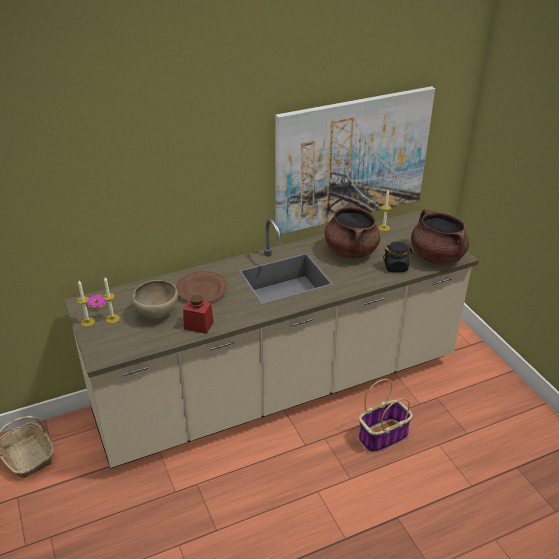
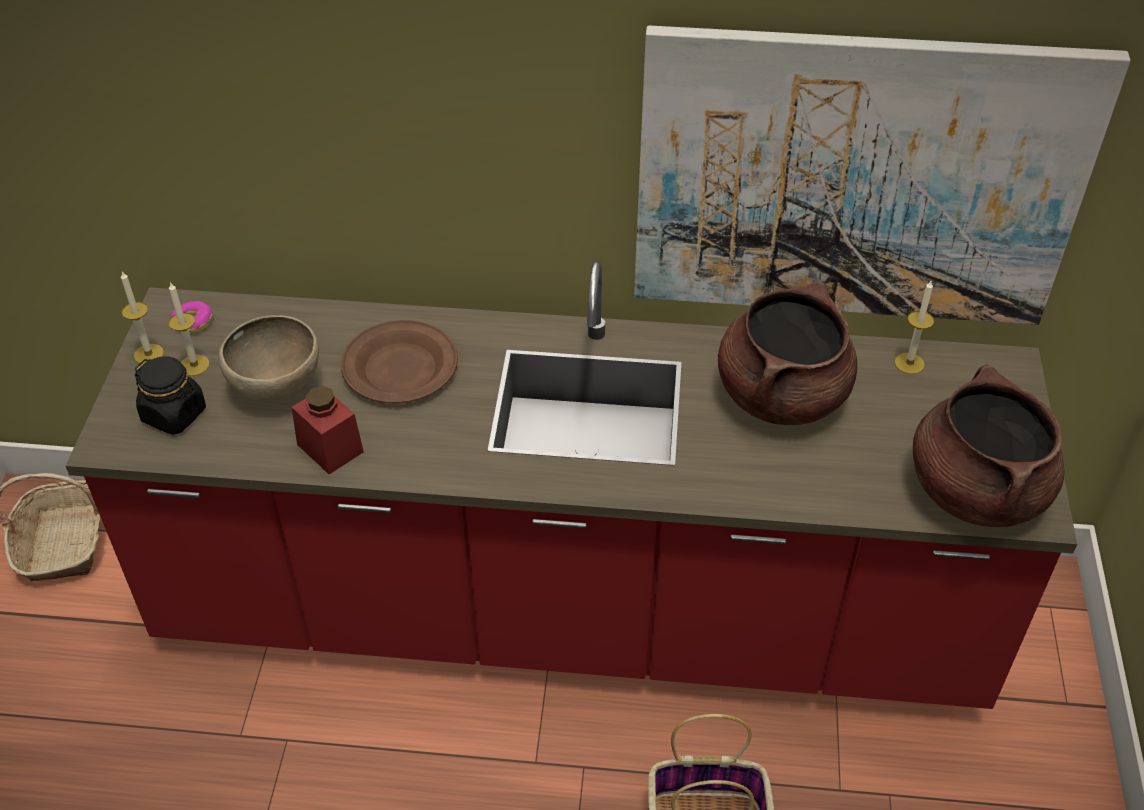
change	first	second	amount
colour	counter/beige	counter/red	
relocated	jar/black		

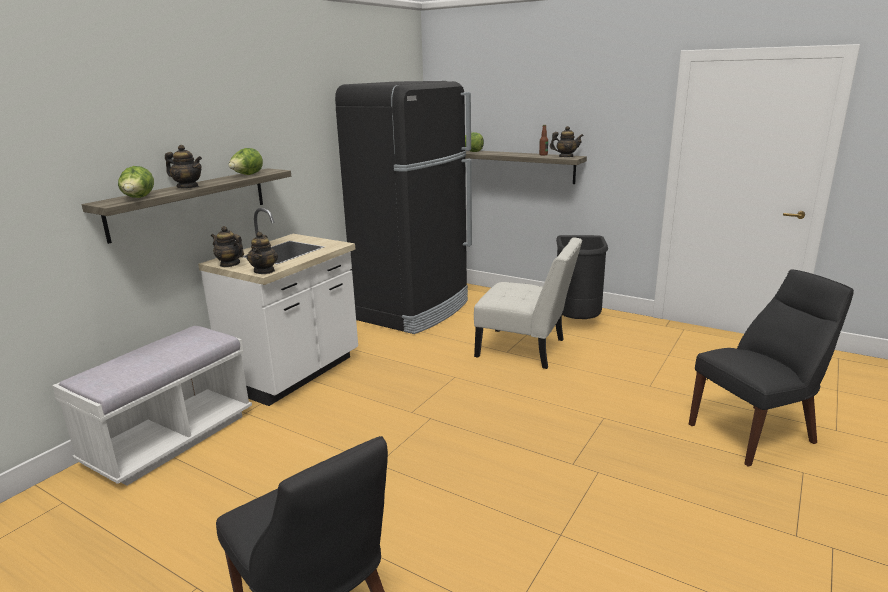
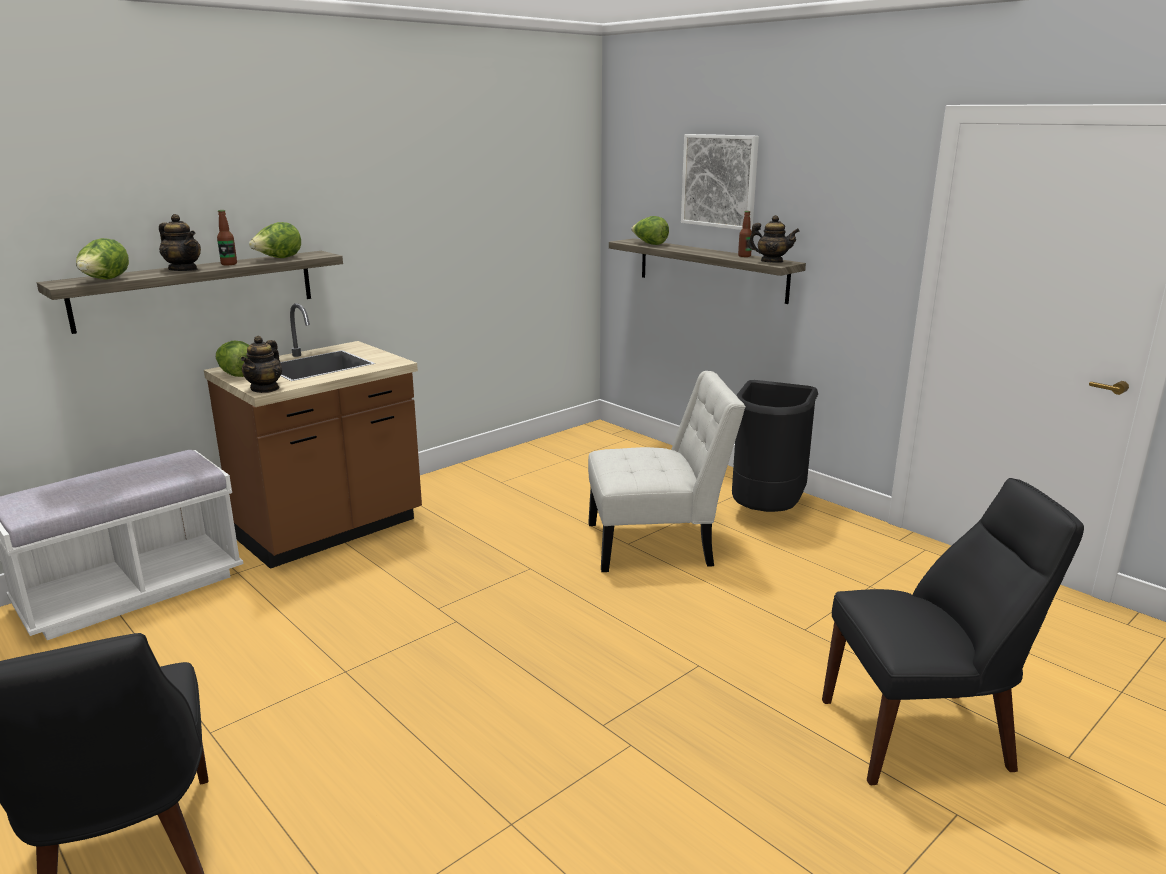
change	first	second	amount
colour	counter/white	counter/brown	
exchanged	teapot (no. 2 from left)	lettuce (no. 2 from left)	
missing	fridge/black		
spun	chair/white		45 degrees counterclockwise
appeared		bottle (no. 1 from left)	
appeared		picture	

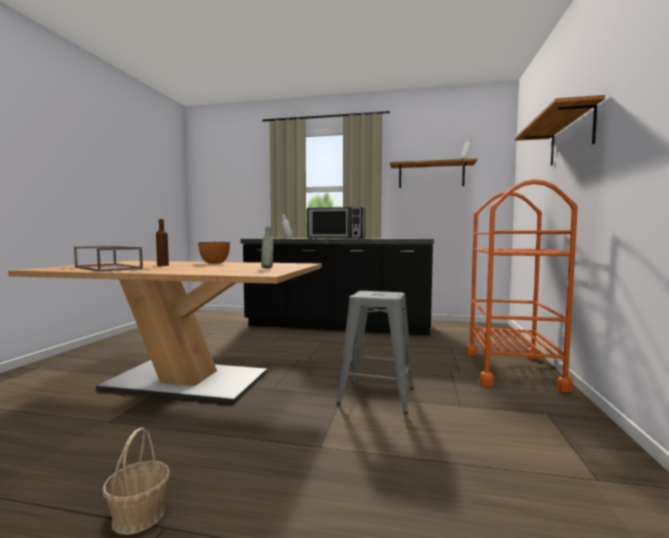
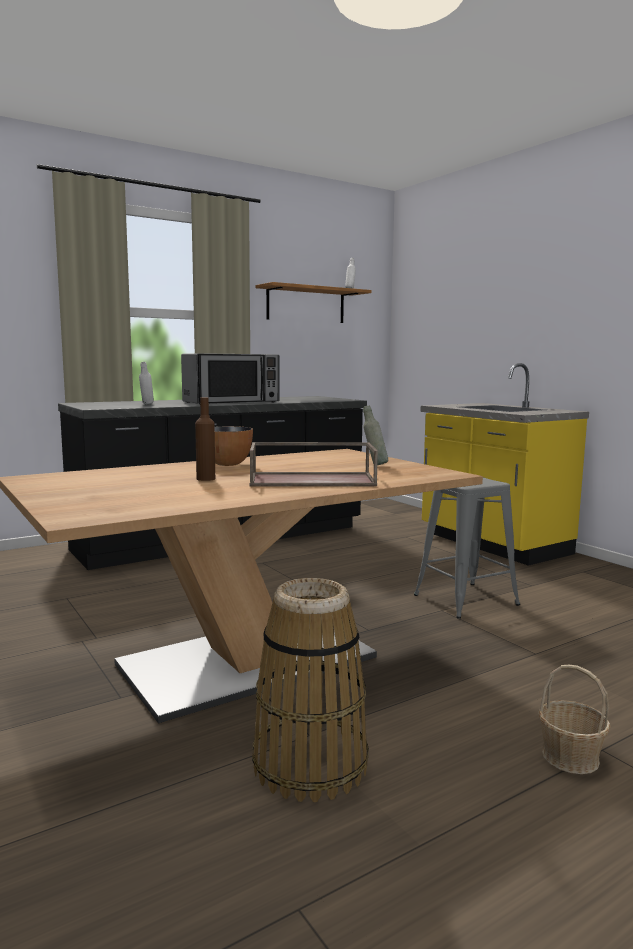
change	first	second	amount
relocated	tray/brown		
exchanged	cart/orange	counter/yellow	
missing	shelf (no. 2 from left)		
appeared		basket (no. 1 from left)	

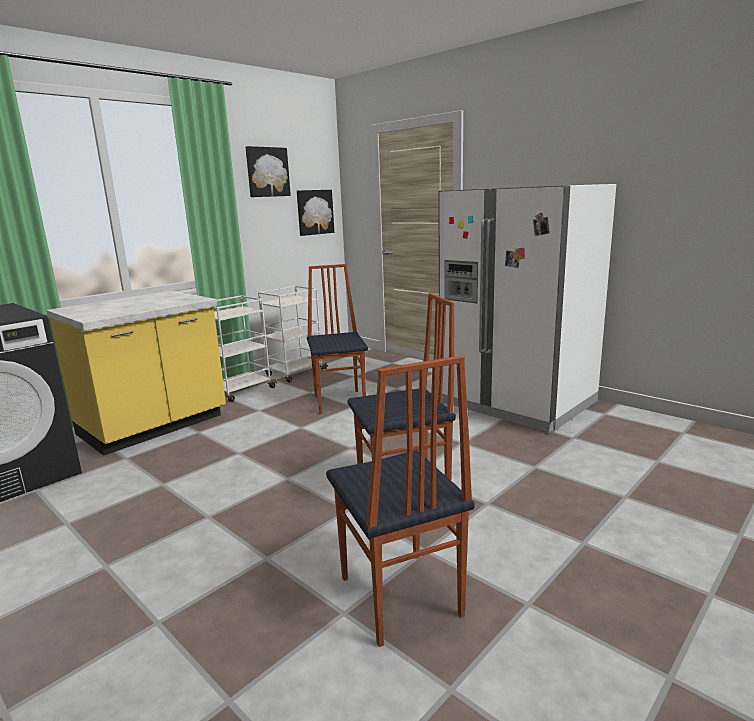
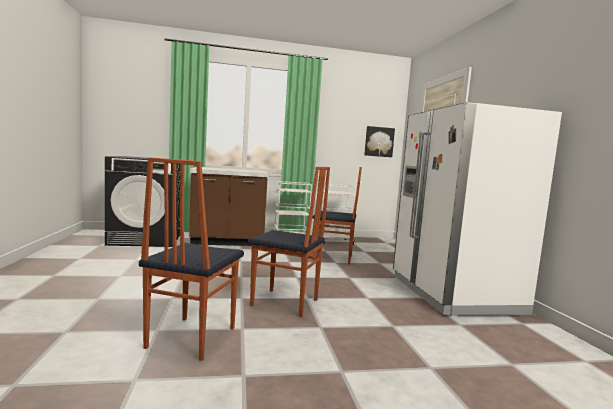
change	first	second	amount
colour	counter/yellow	counter/brown	
missing	picture (no. 1 from left)		
spun	chair (no. 1 from left in the first image)	chair (no. 3 from left)	75 degrees clockwise

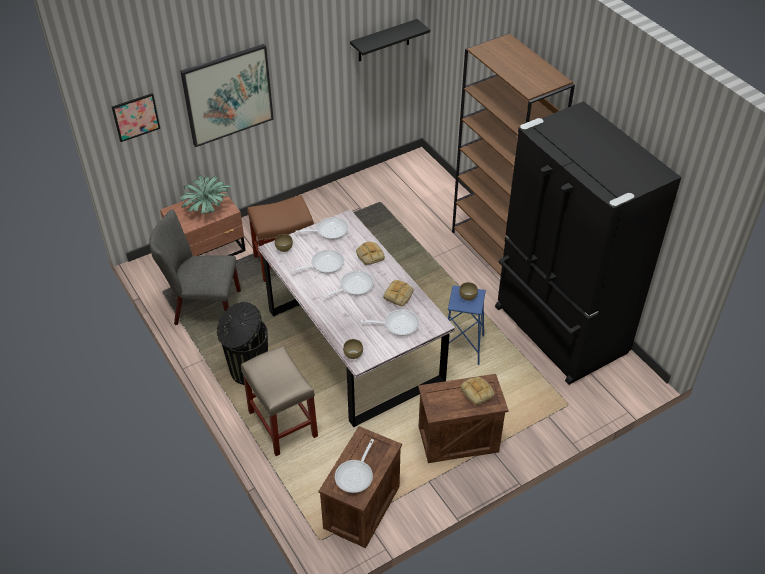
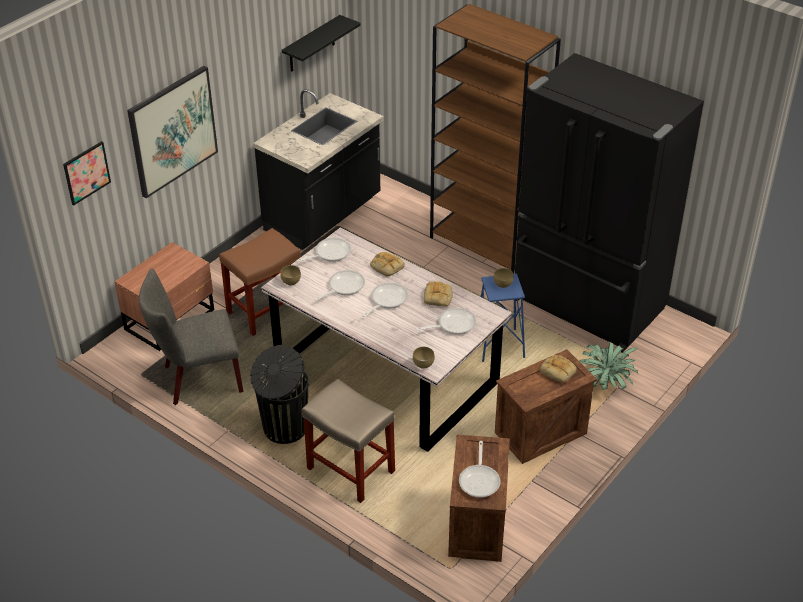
change	first	second	amount
relocated	potted plant		
appeared		counter/black	

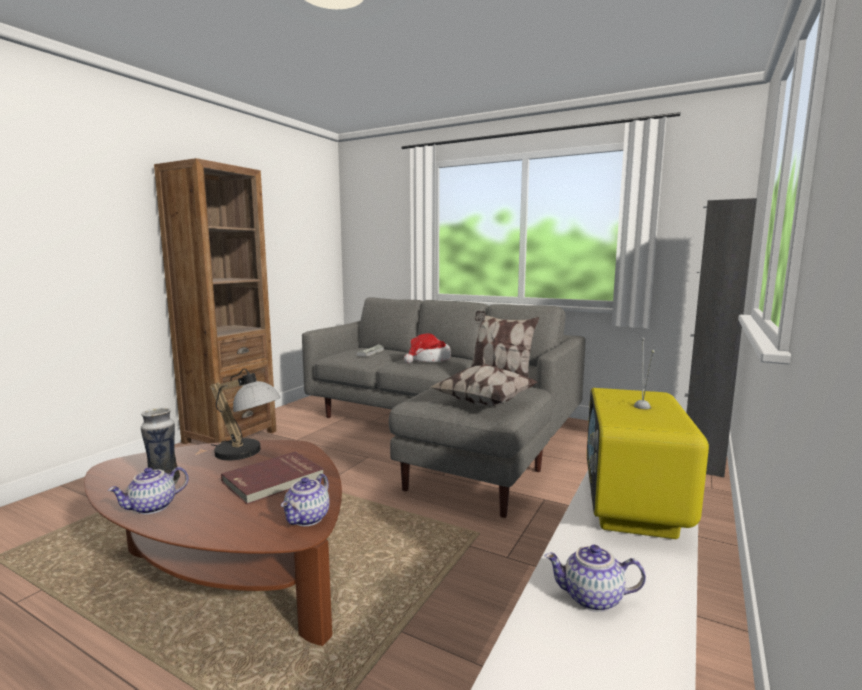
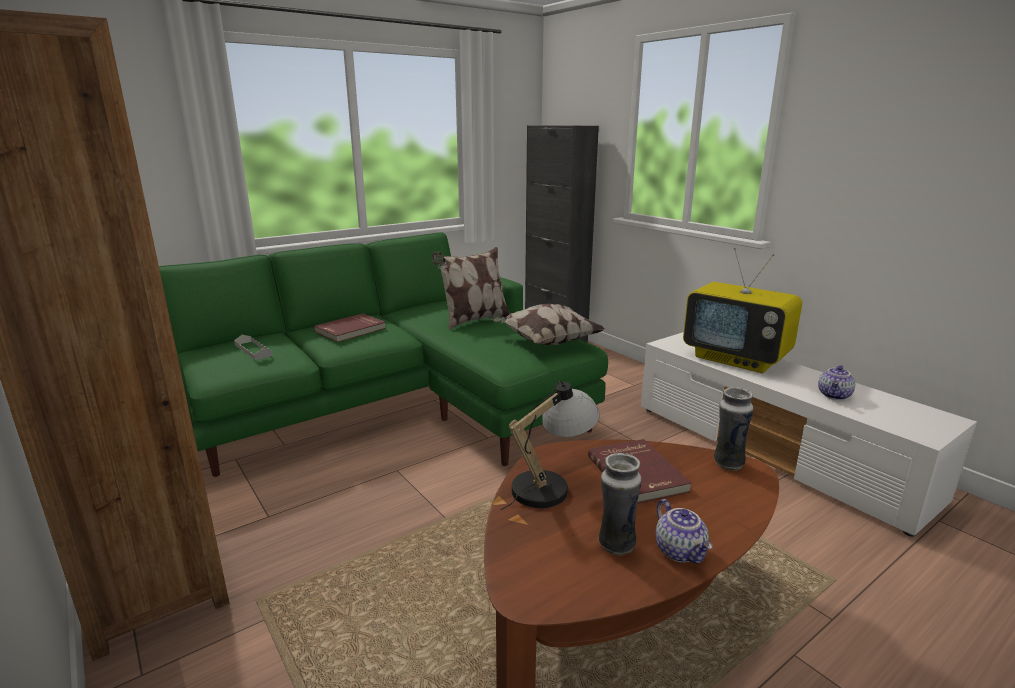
change	first	second	amount
exchanged	teapot (no. 2 from left)	vase (no. 2 from left)	
colour	sofa/grey	sofa/green	
exchanged	hat	book/red (no. 1 from left)	

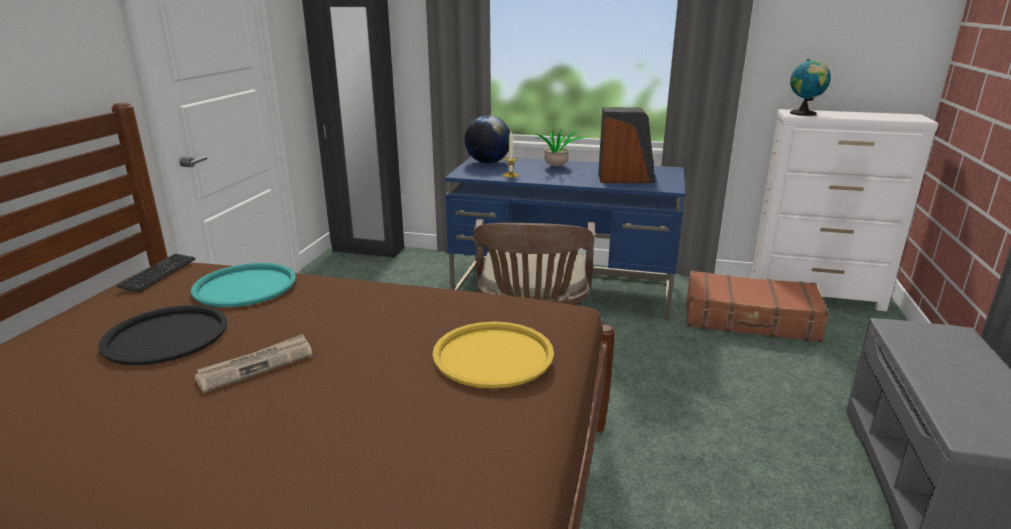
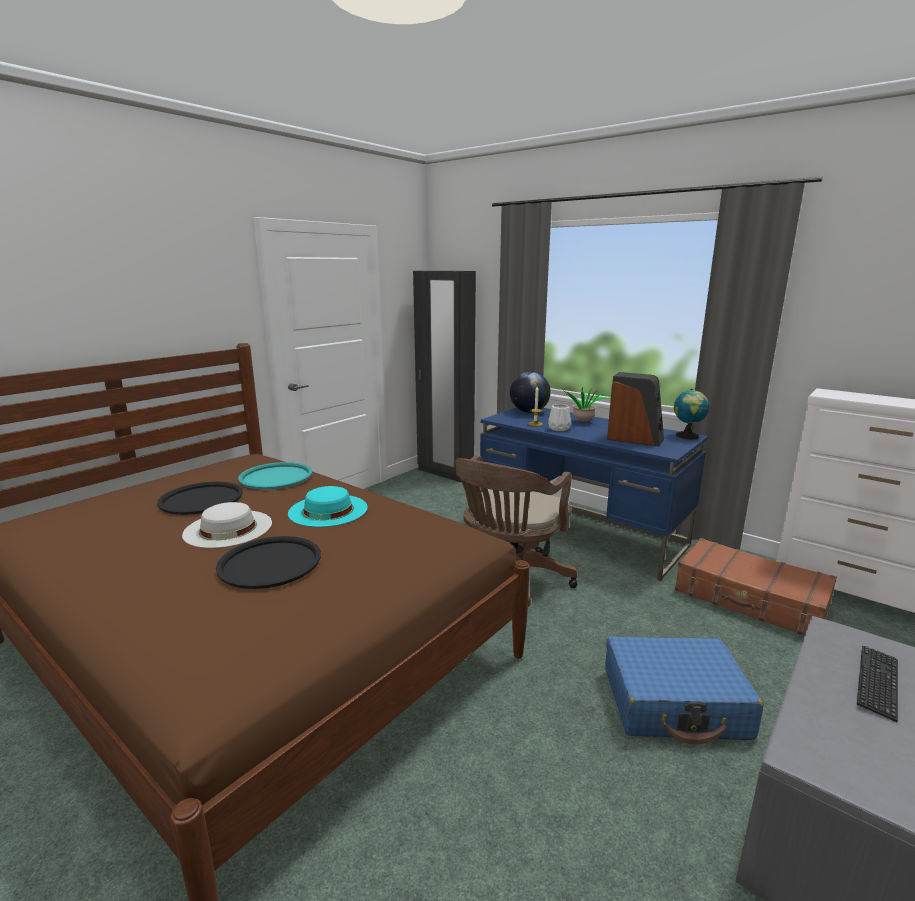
change	first	second	amount
relocated	keyboard		
exchanged	newspaper	hat/white	
missing	tray/yellow		
relocated	globe (no. 2 from left)		
appeared		tray/black (no. 2 from left)	
appeared		hat/turquoise	
appeared		vase/white	
appeared		suitcase/blue	

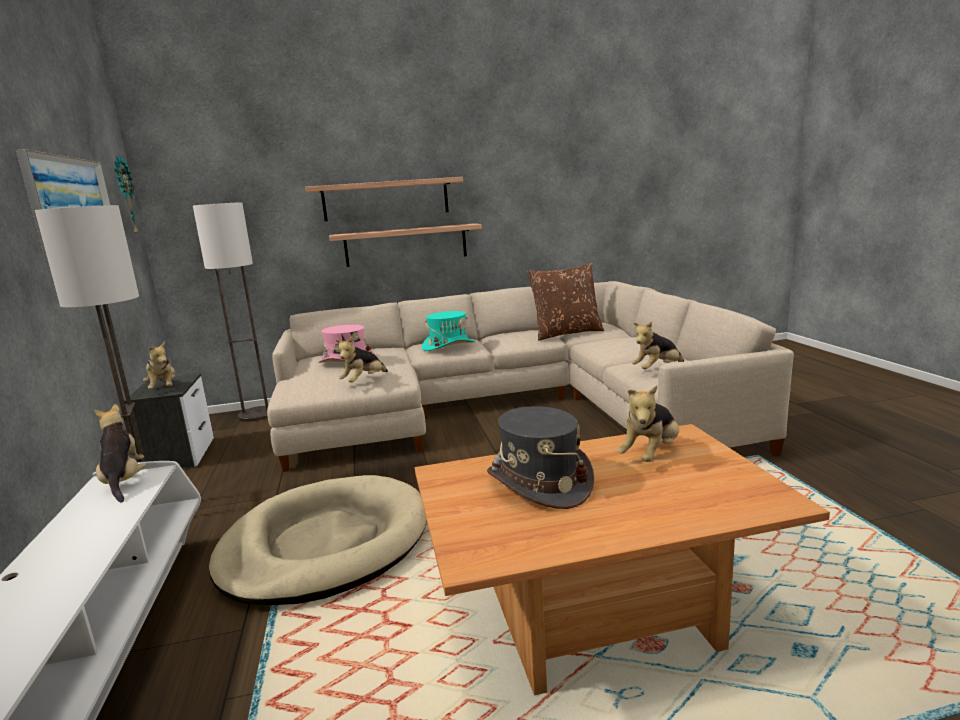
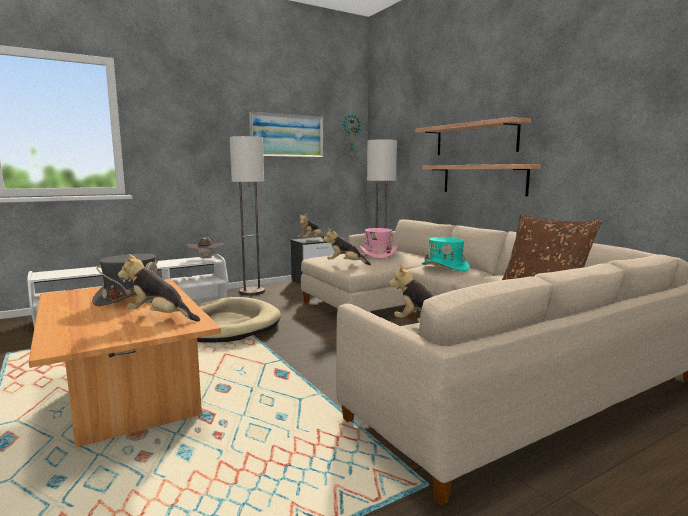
change	first	second	amount
exchanged	plush toy (no. 1 from left)	hat/brown	

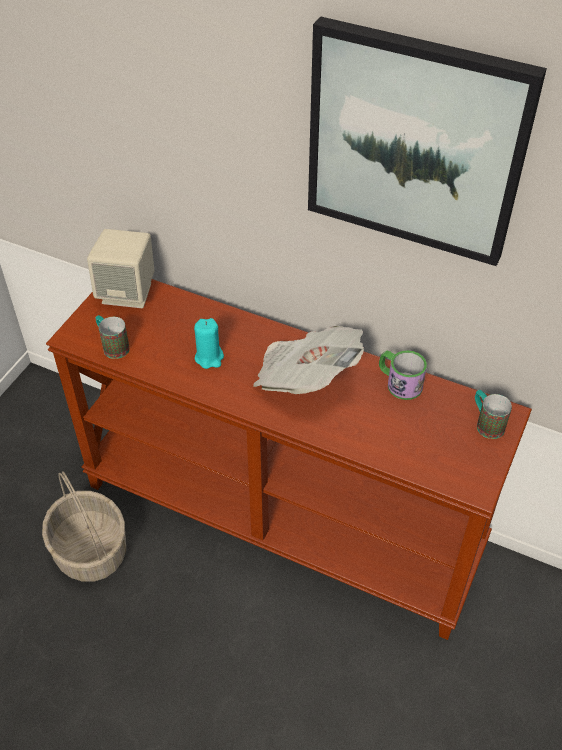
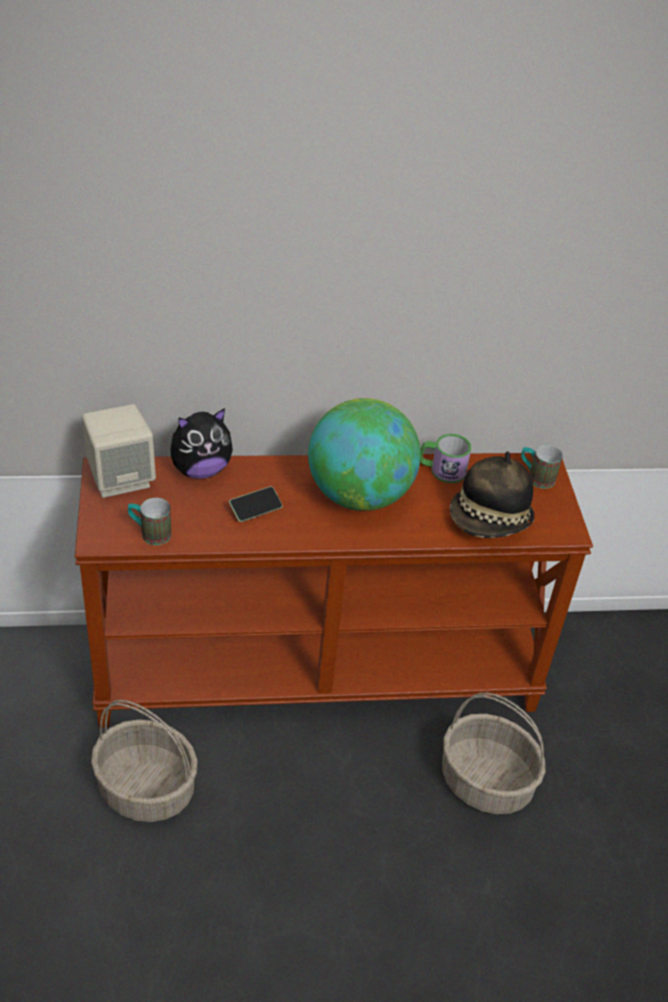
change	first	second	amount
exchanged	candle/turquoise	phone	
exchanged	newspaper	globe	
missing	picture		
appeared		plush toy	
appeared		basket (no. 2 from left)	
appeared		hat	

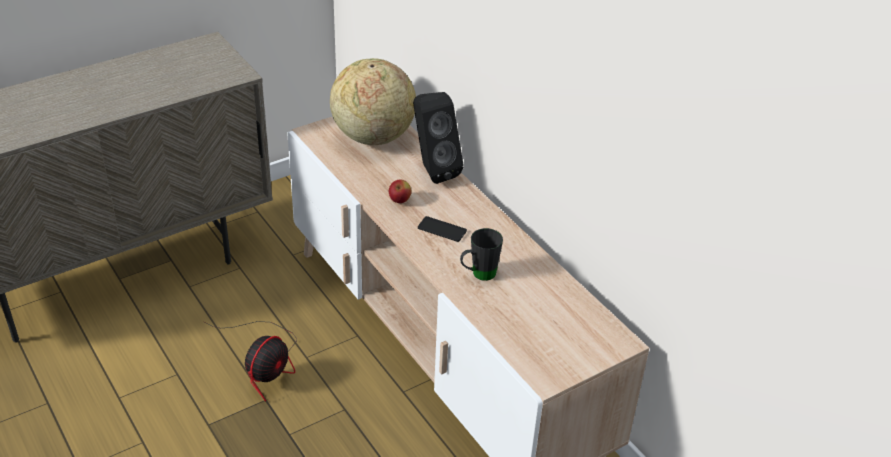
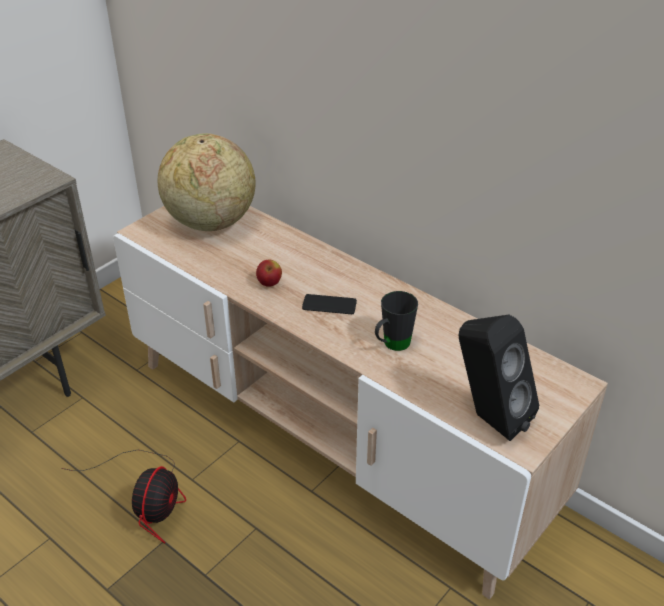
change	first	second	amount
relocated	speaker/black		

